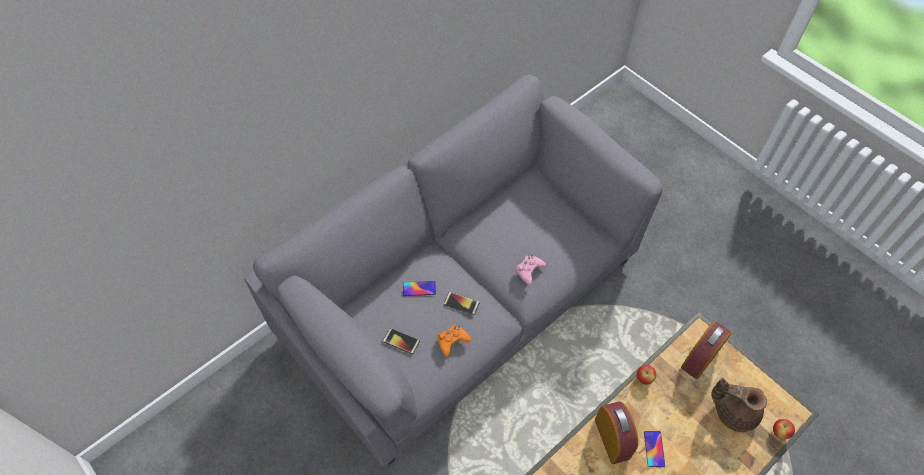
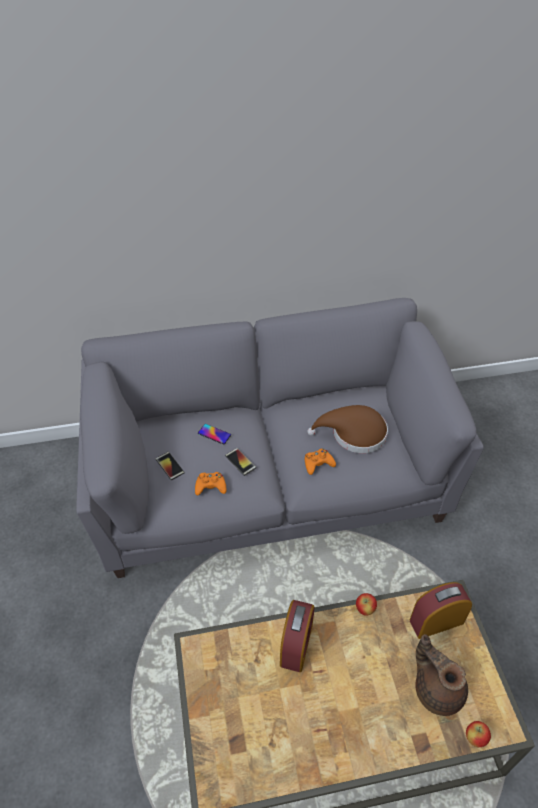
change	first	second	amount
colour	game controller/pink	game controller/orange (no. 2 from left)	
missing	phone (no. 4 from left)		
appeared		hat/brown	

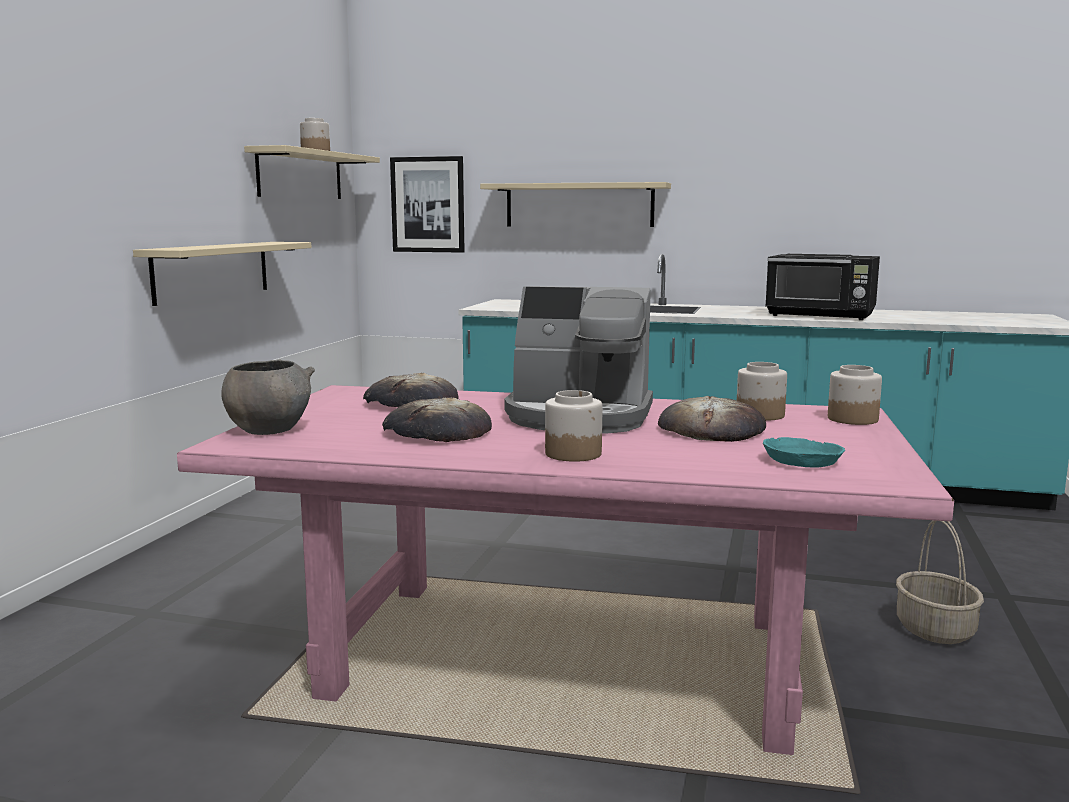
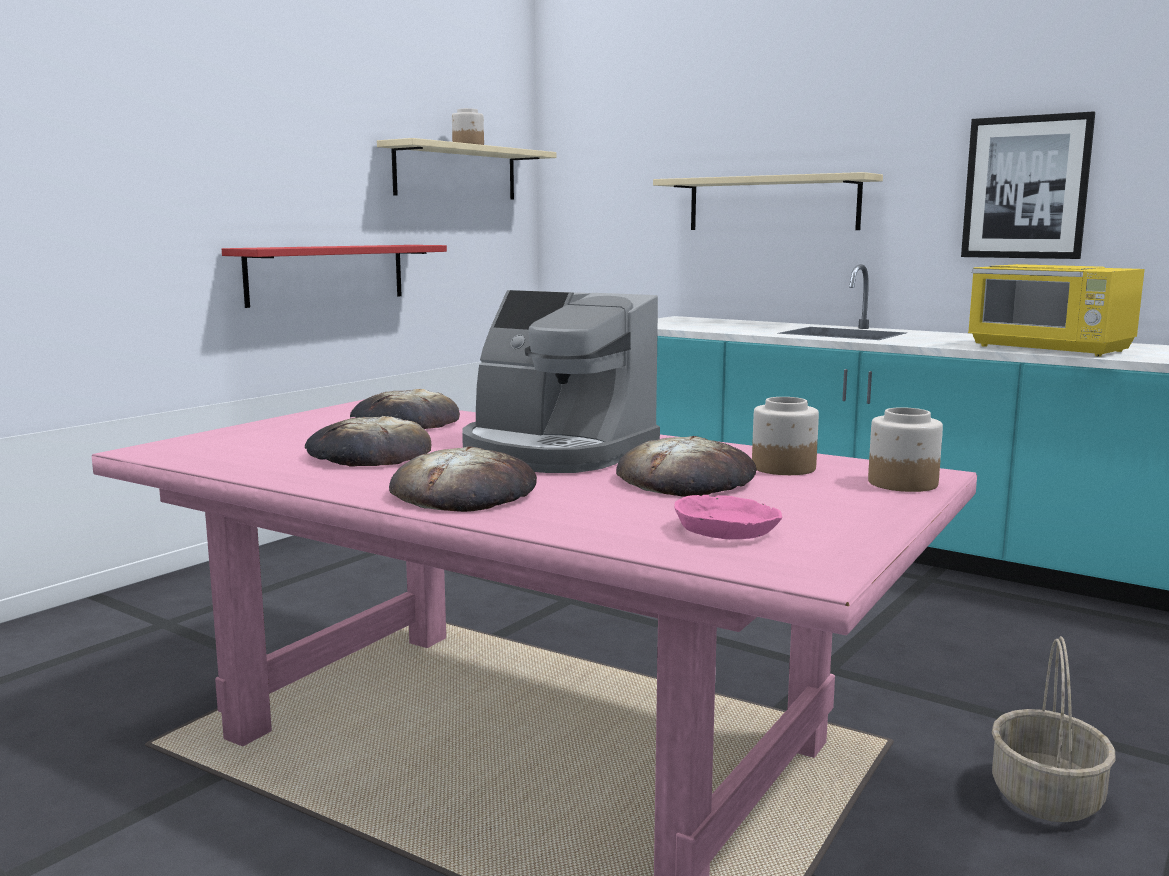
change	first	second	amount
colour	shelf/beige (no. 1 from left)	shelf/red	
missing	bowl/grey		
relocated	picture		
exchanged	jar (no. 2 from left)	bread (no. 3 from left)	
colour	bowl/turquoise	bowl/pink	
colour	microwave/black	microwave/yellow	

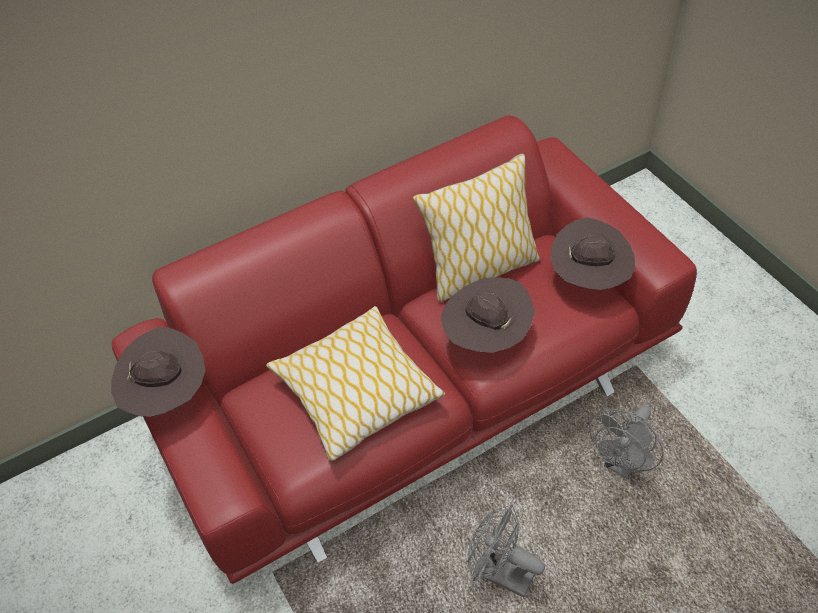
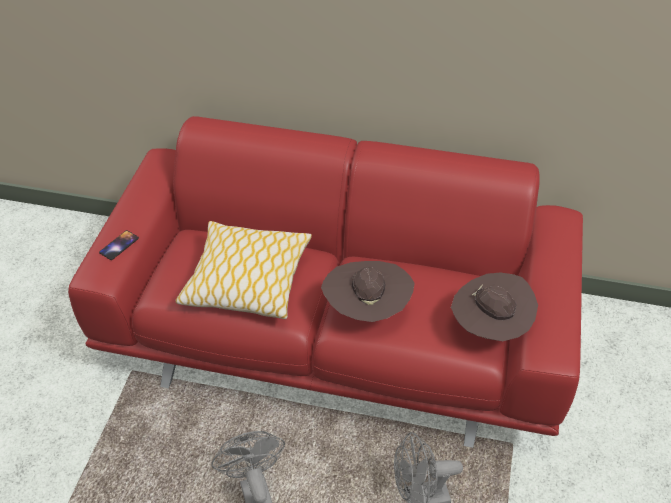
change	first	second	amount
missing	hat/brown (no. 1 from left)		
missing	pillow (no. 2 from left)		
appeared		phone	

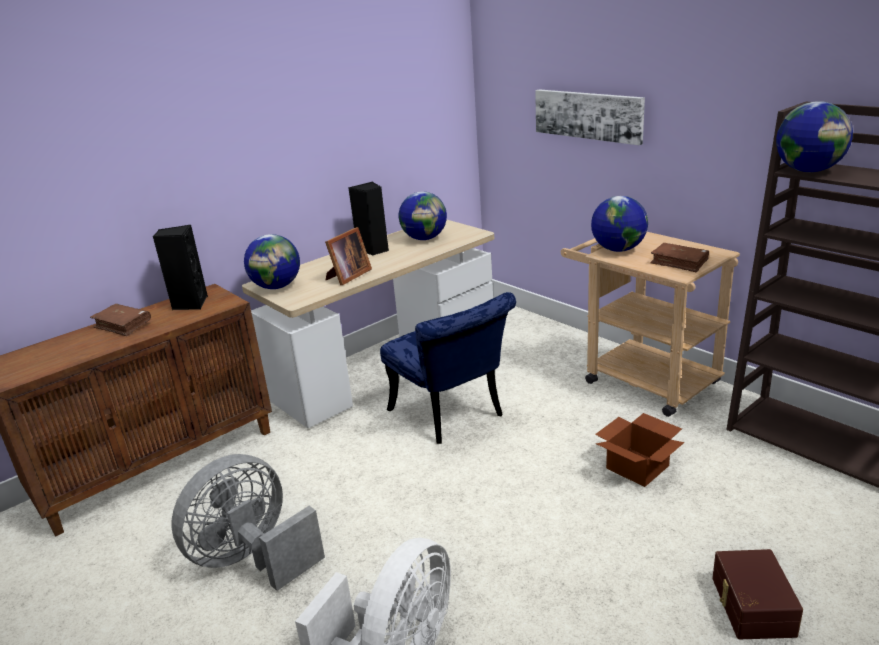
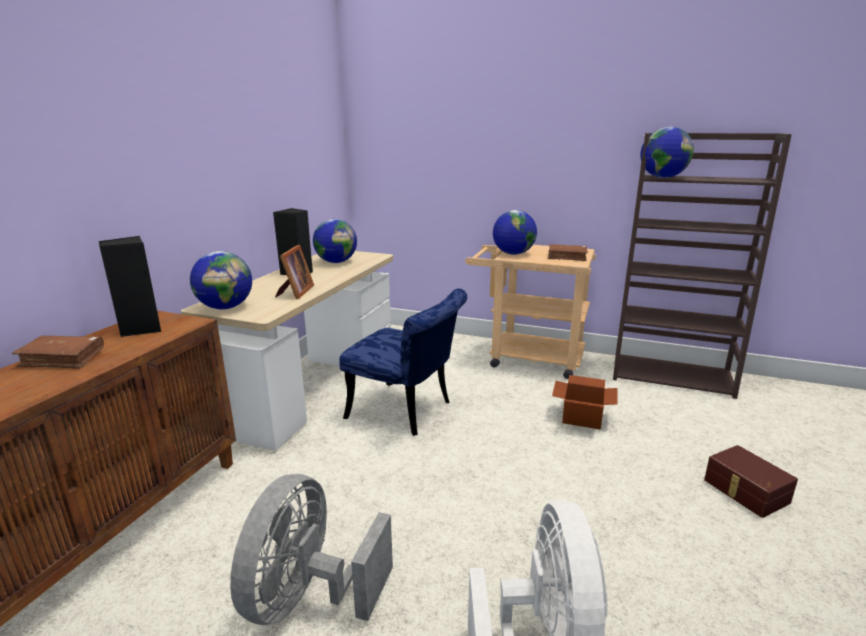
change	first	second	amount
missing	picture		

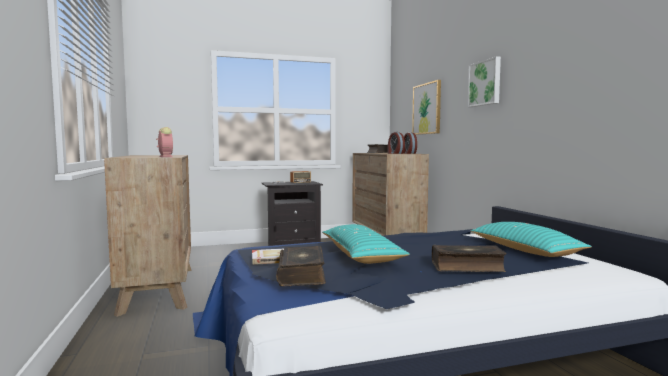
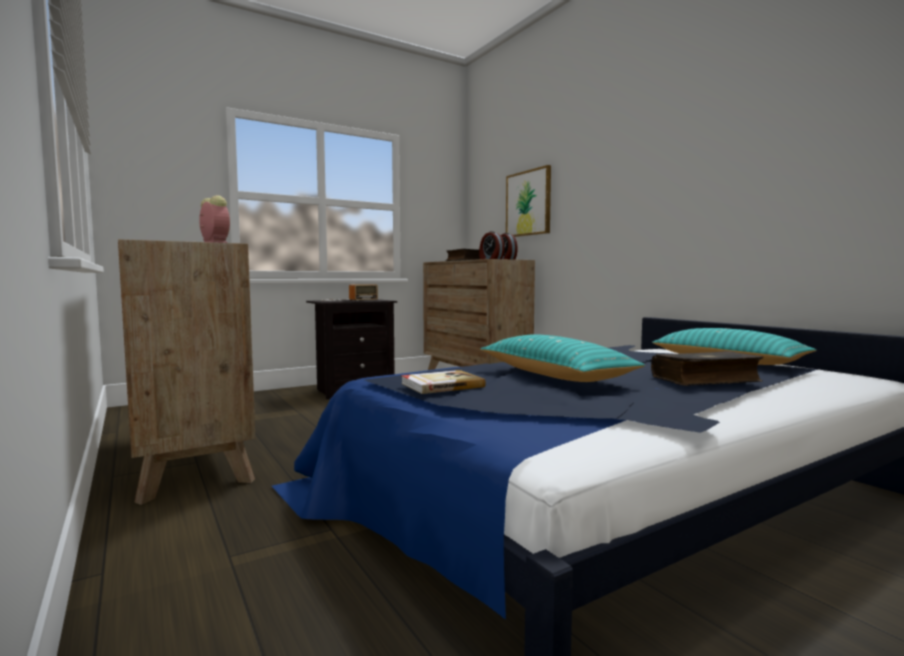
change	first	second	amount
missing	book (no. 2 from left)		
missing	picture (no. 2 from left)		

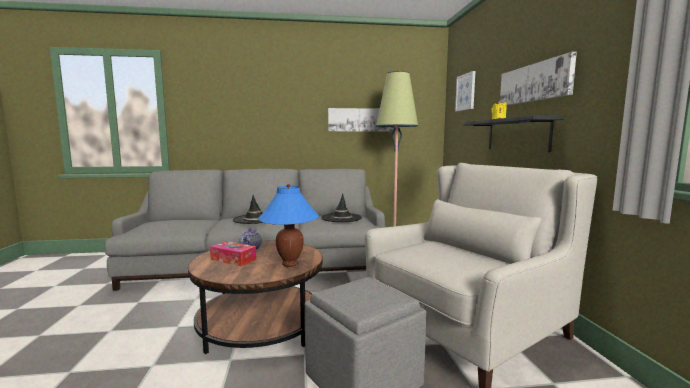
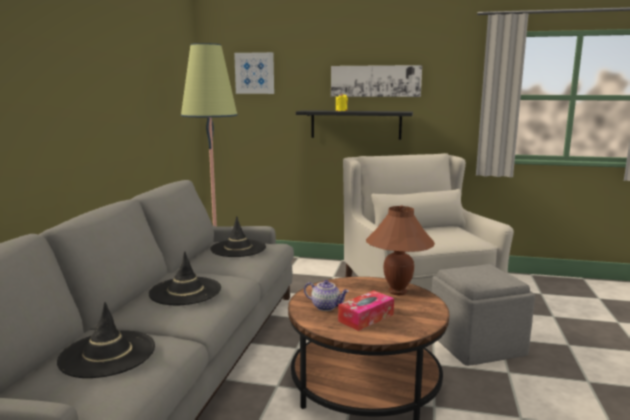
change	first	second	amount
colour	table lamp/blue	table lamp/brown	
missing	picture (no. 1 from left)		
appeared		hat/black (no. 1 from left)	

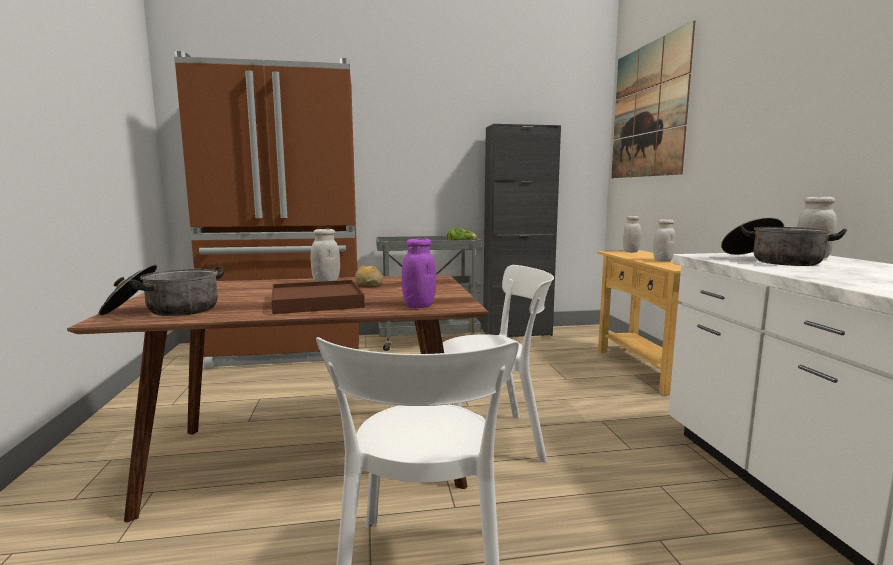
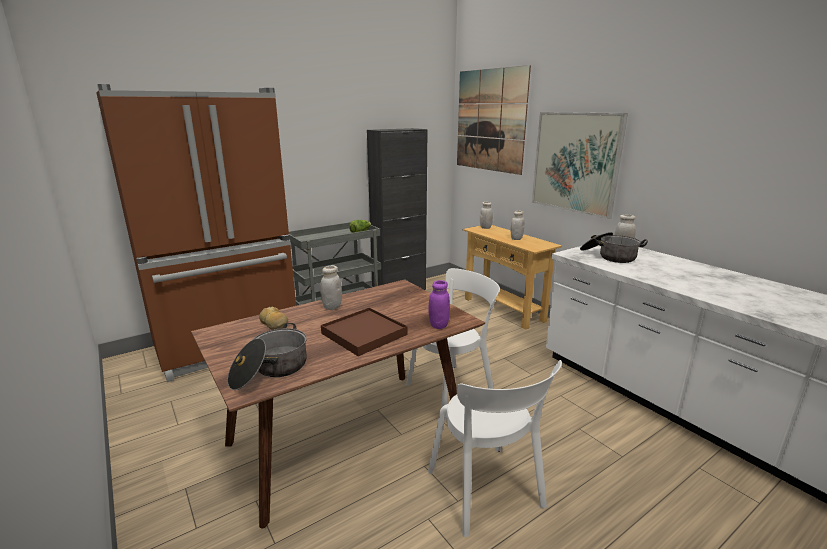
change	first	second	amount
relocated	bread		
appeared		picture (no. 2 from left)	

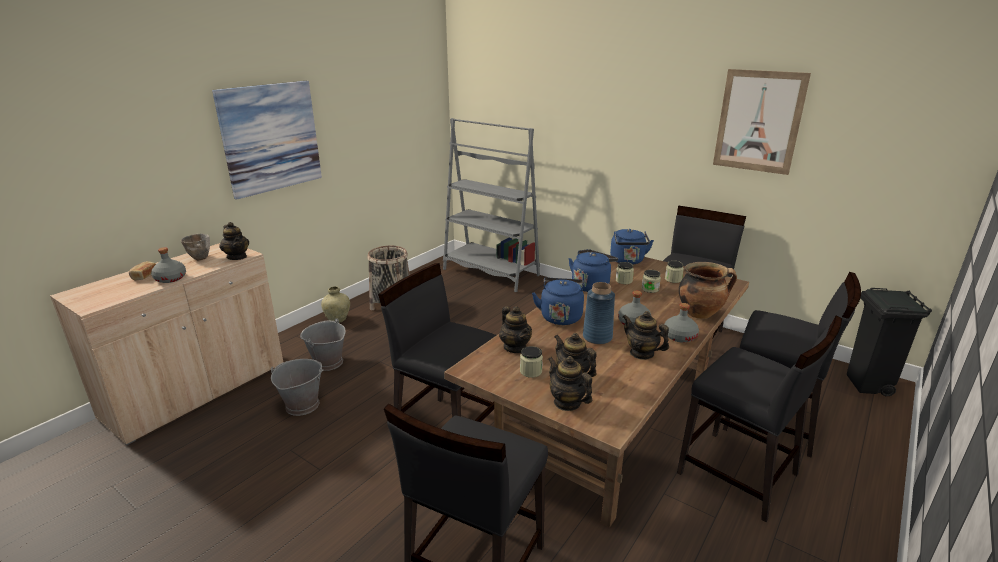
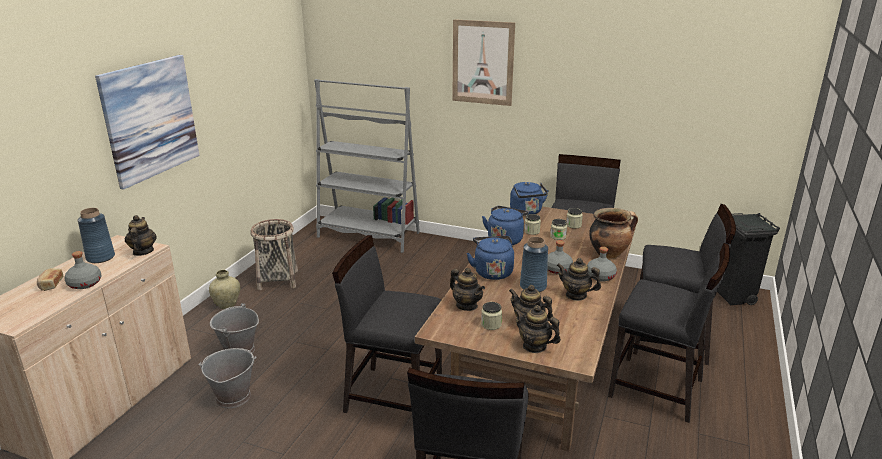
change	first	second	amount
exchanged	bowl	vase/blue (no. 1 from left)	
spun	teapot (no. 1 from left)		135 degrees counterclockwise
relocated	picture (no. 2 from left)		

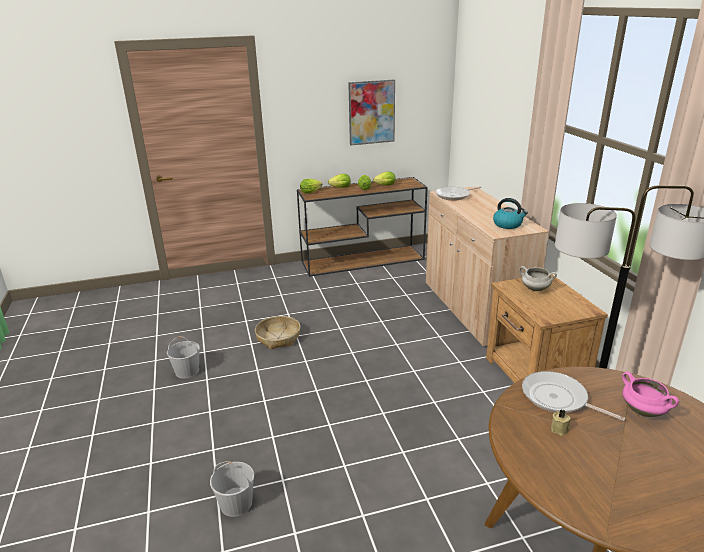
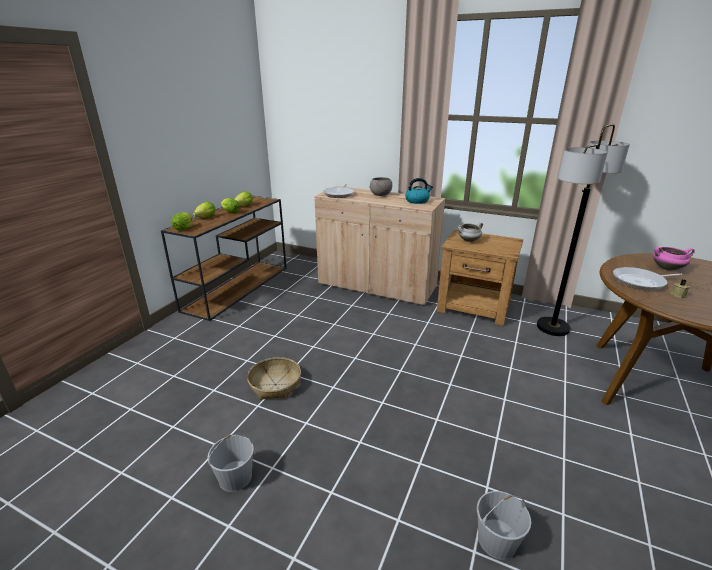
change	first	second	amount
missing	picture		
appeared		bowl/grey	

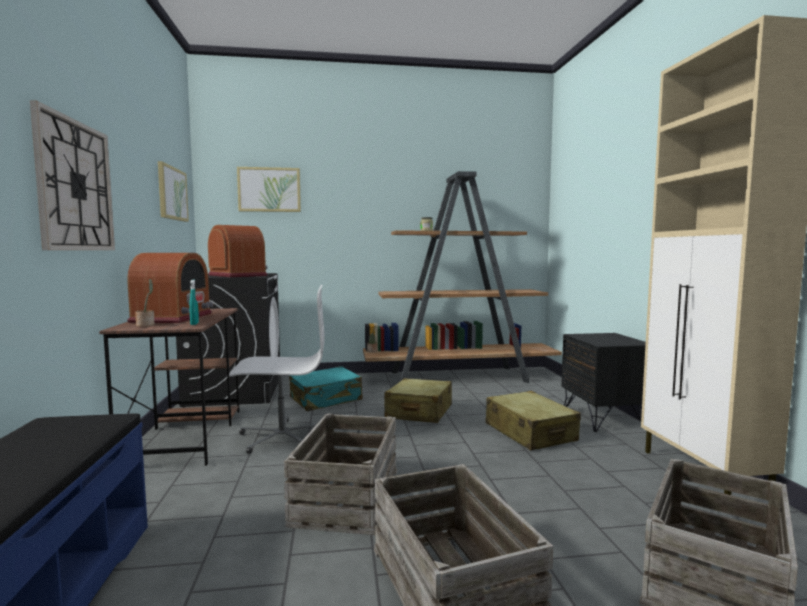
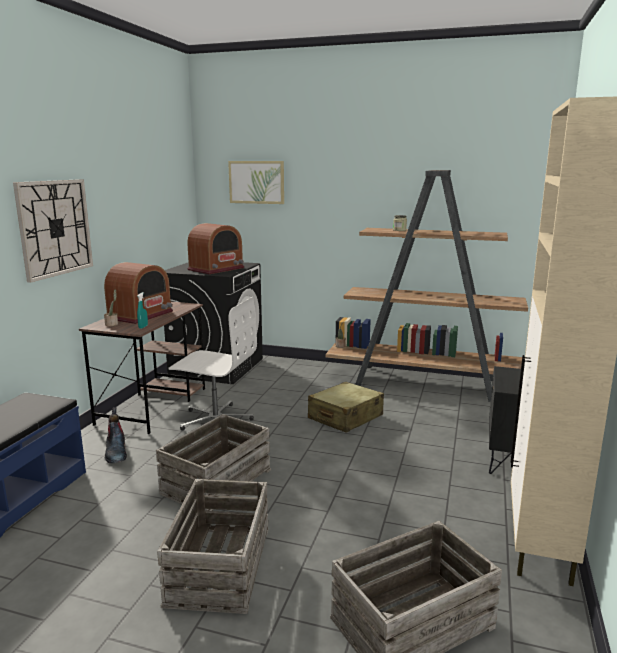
change	first	second	amount
missing	picture (no. 1 from left)		
spun	radio (no. 2 from left)		60 degrees clockwise
missing	suitcase/turquoise		
missing	suitcase/beige (no. 2 from left)		
appeared		boot	

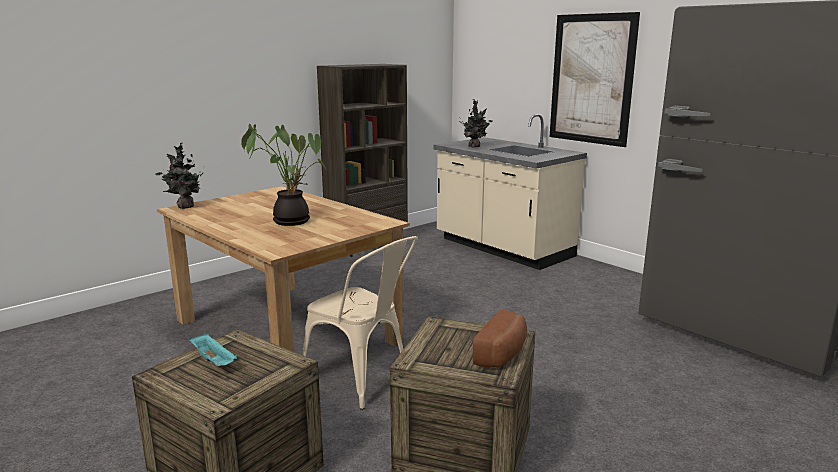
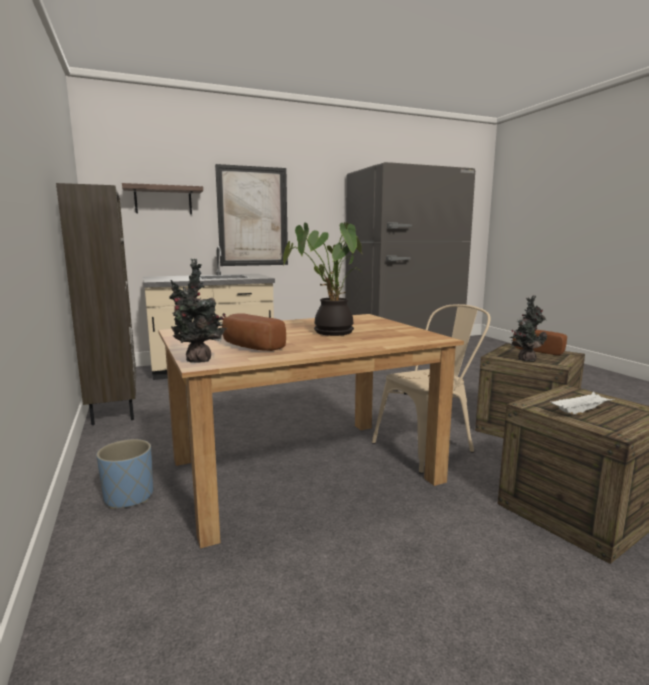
change	first	second	amount
colour	tray/turquoise	tray/white	
relocated	potted plant (no. 3 from left)		
appeared		planter/blue	
appeared		shelf	
appeared		bread (no. 1 from left)	

